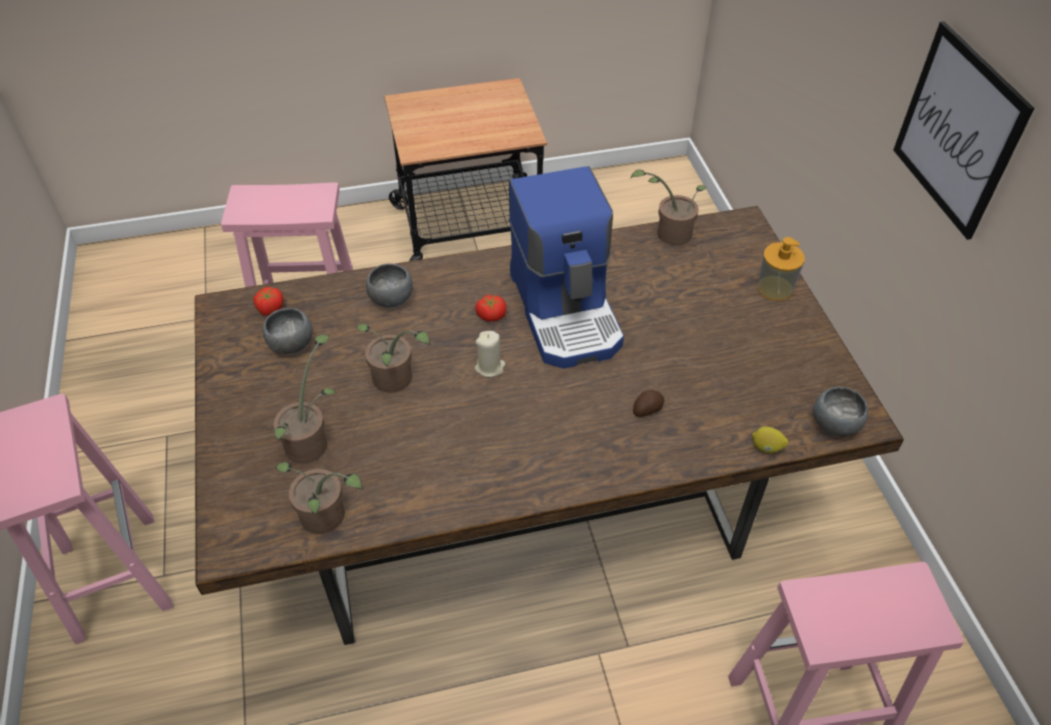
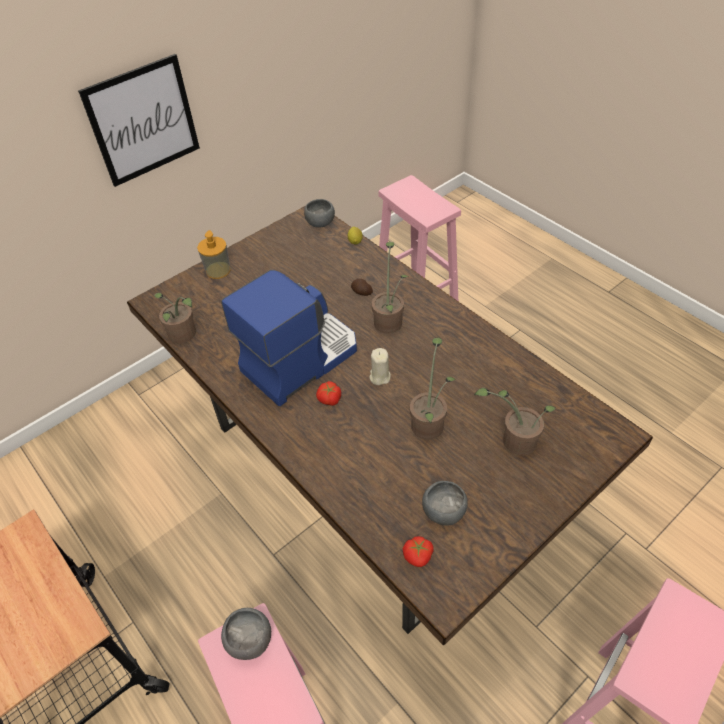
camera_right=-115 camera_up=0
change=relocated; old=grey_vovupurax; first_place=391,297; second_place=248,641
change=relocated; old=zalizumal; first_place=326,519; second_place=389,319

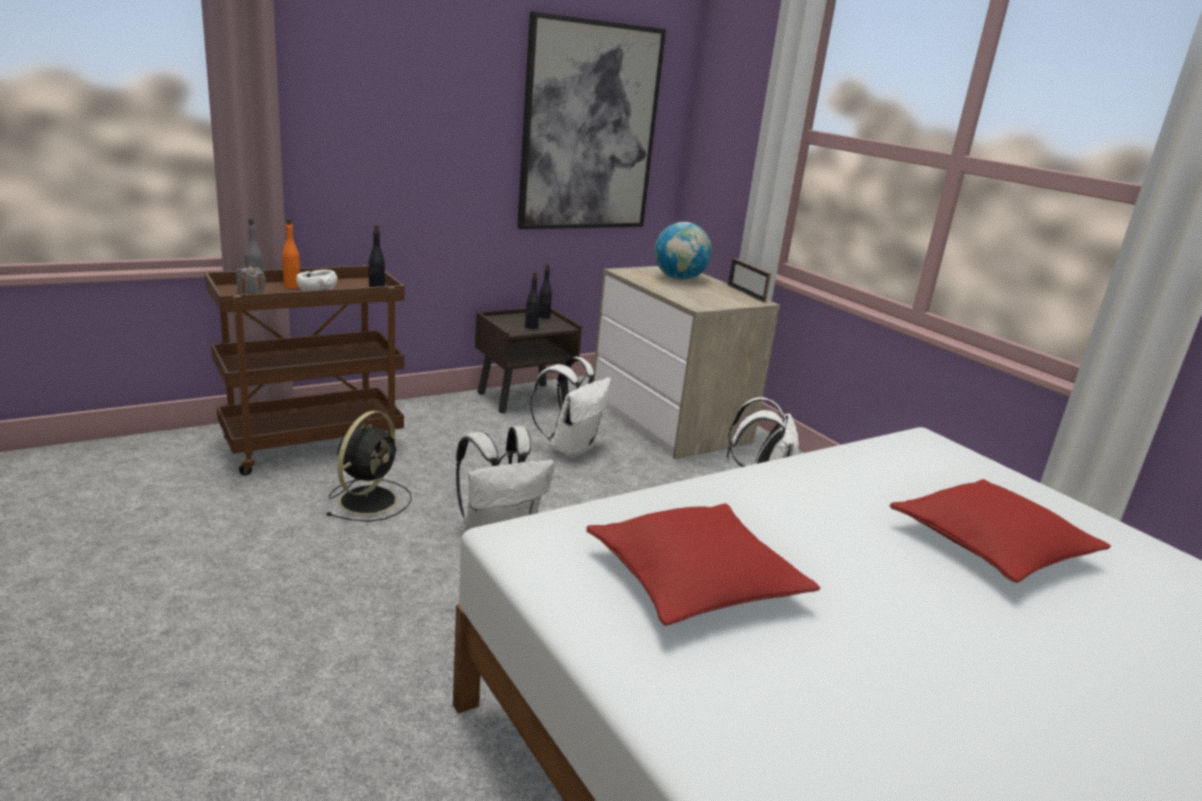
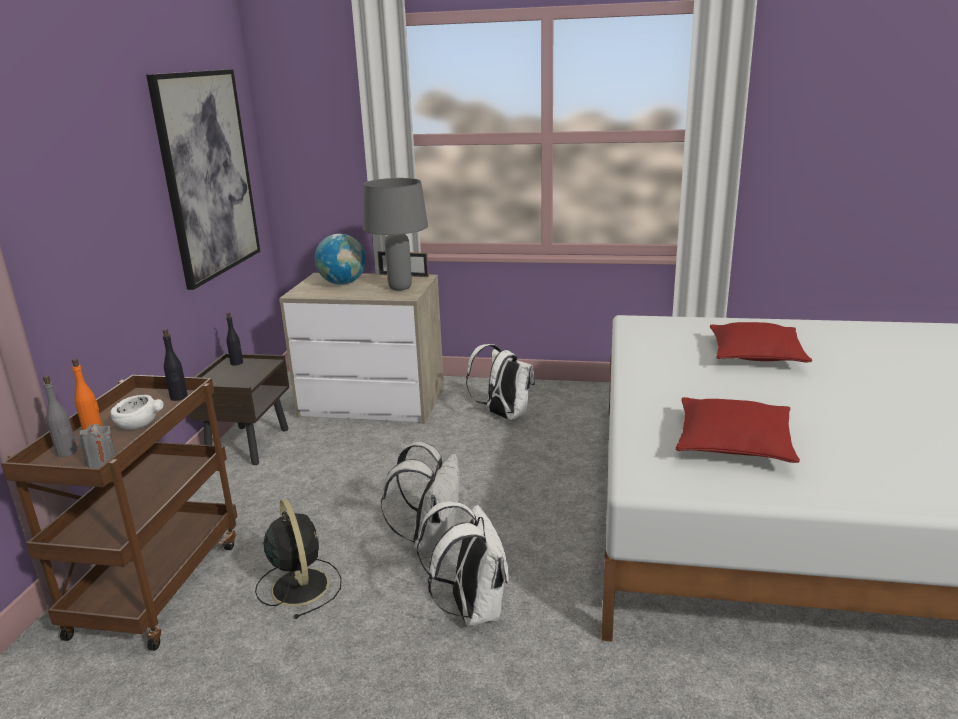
camera_right=-45 camera_up=0
change=missing; old=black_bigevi; first_place=531,327
change=relocated; old=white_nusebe; first_place=570,448; second_place=471,609
change=appeared; new=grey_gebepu; second_place=400,288

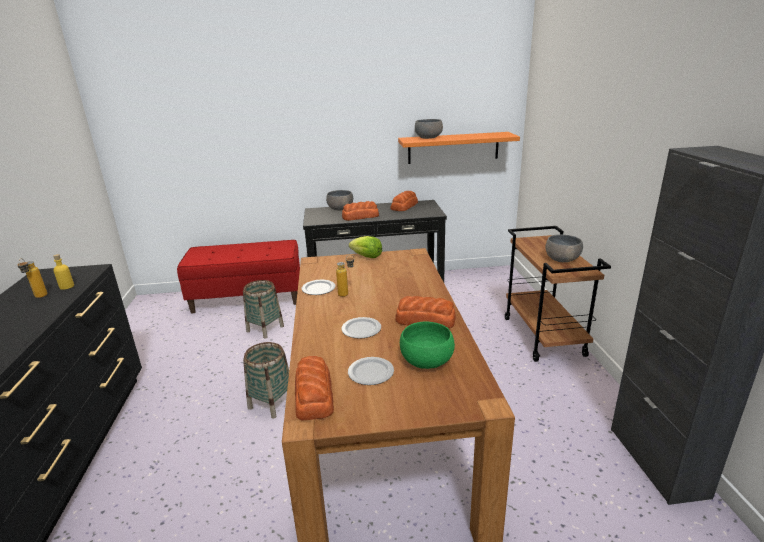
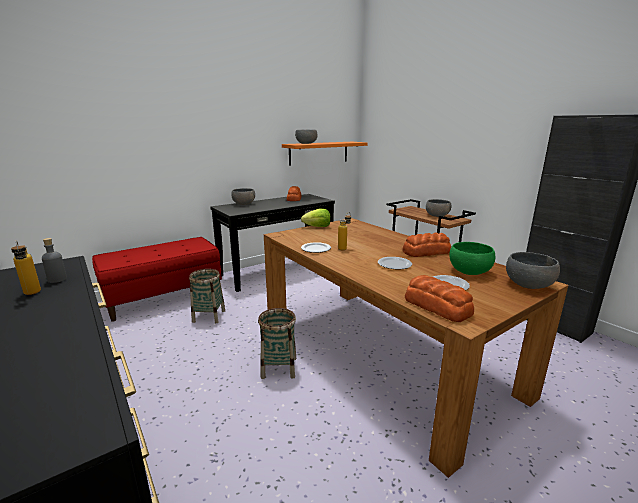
camera_right=-30 camera_up=-5
change=missing; old=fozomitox; first_place=360,216
change=colour; old=yellow_bigevi; new=grey_bigevi; first_place=67,286; second_place=57,279
change=appeared; new=grey_vovupurax; second_place=529,284

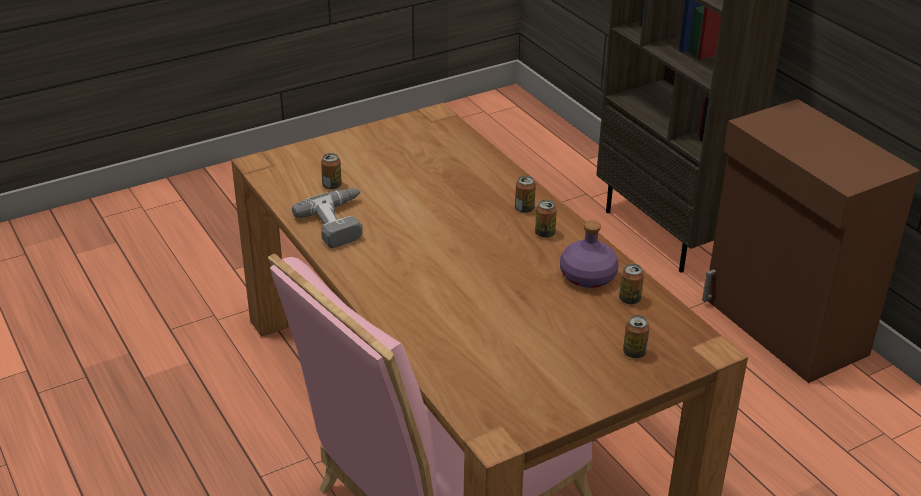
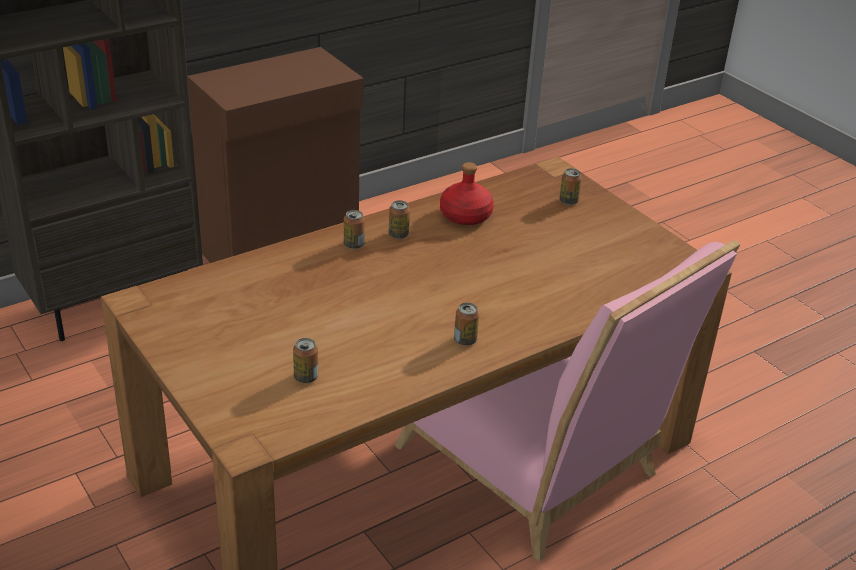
camera_right=-95 camera_up=0
change=missing; old=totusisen; first_place=340,222
change=colour; old=purple_bigevi; new=red_bigevi; first_place=587,276; second_place=466,216
change=relocated; old=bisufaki; first_place=629,299; second_place=465,340

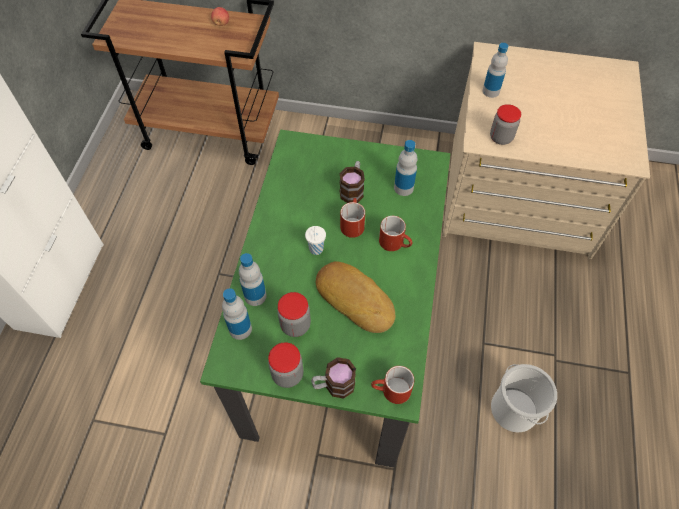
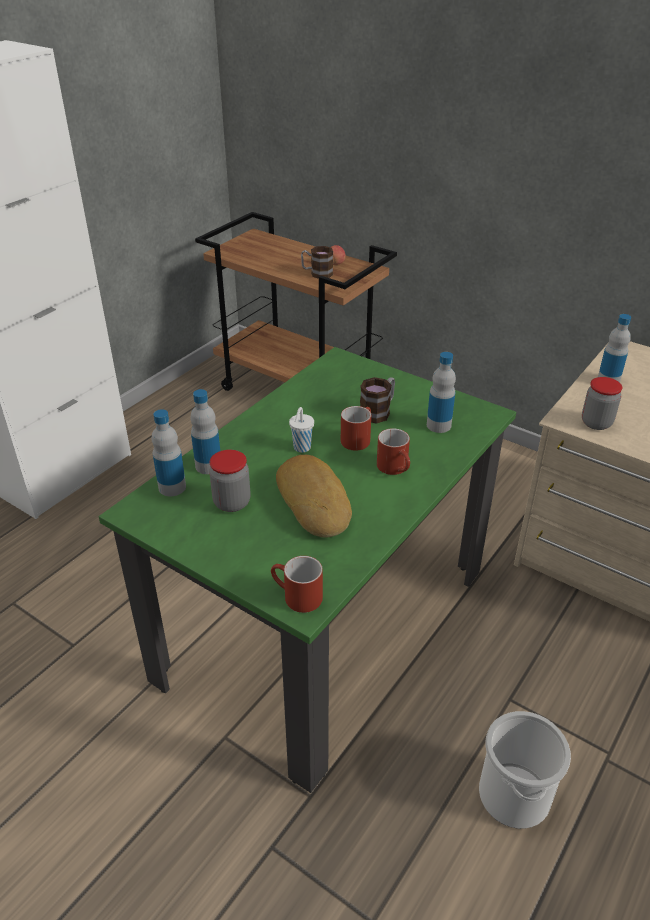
camera_right=25 camera_up=-20
change=missing; old=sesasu; first_place=287,374
change=relocated; old=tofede; first_place=333,385; second_place=317,273

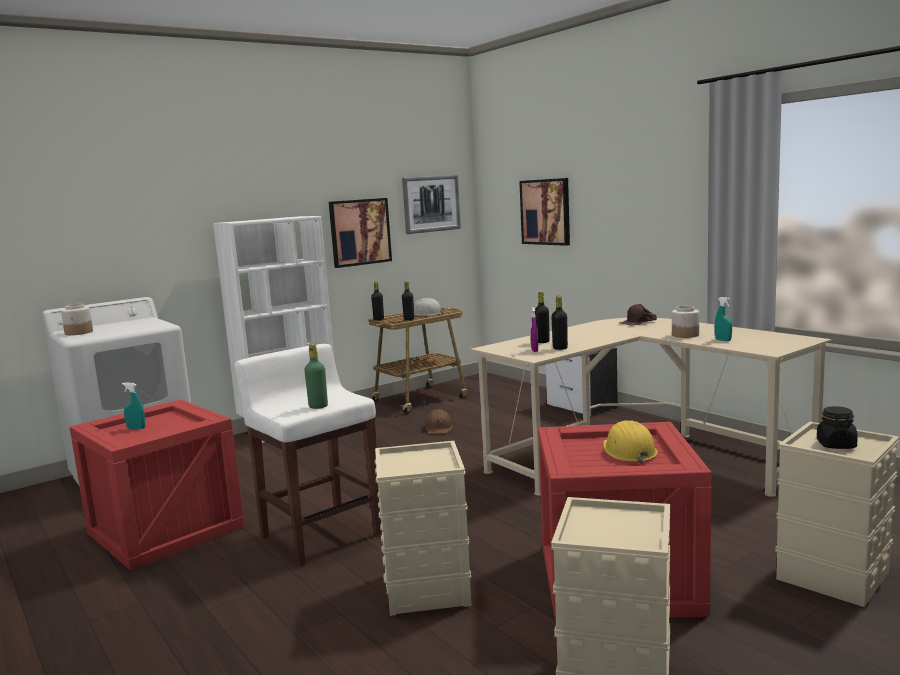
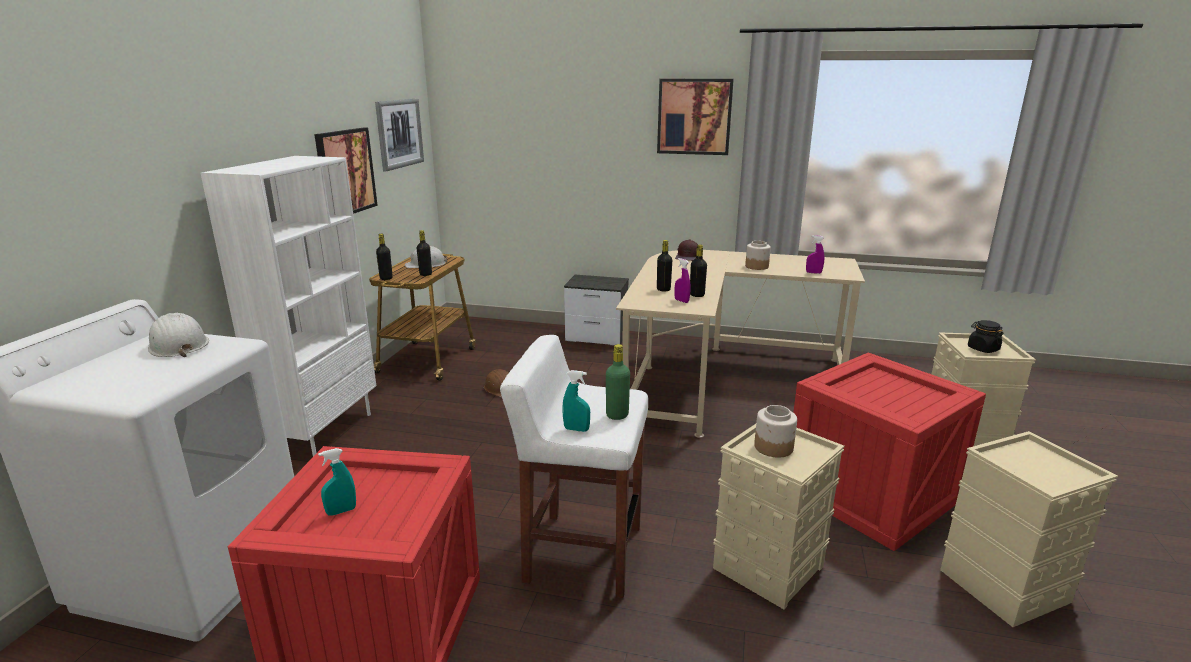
camera_right=-40 camera_up=10
change=relocated; old=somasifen; first_place=545,212; second_place=694,116
change=relocated; old=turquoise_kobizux; first_place=723,340; second_place=576,429
change=relocated; old=sesasu; first_place=79,332; second_place=774,447
change=missing; old=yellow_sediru; first_place=628,451
change=appeared; new=purple_kobizux; second_place=813,273
change=appeared; new=white_sediru; second_place=178,345

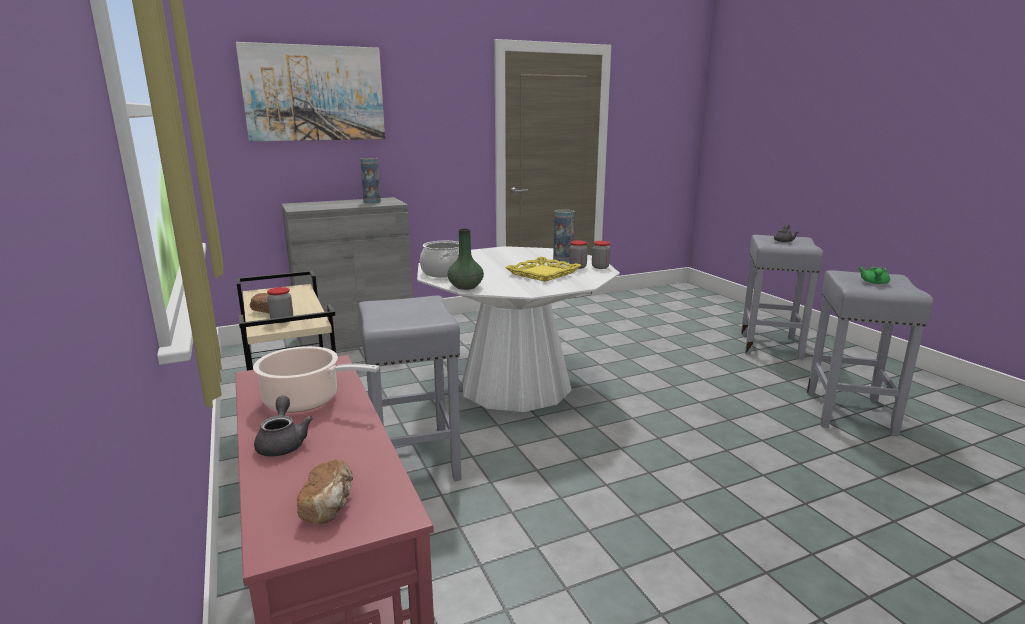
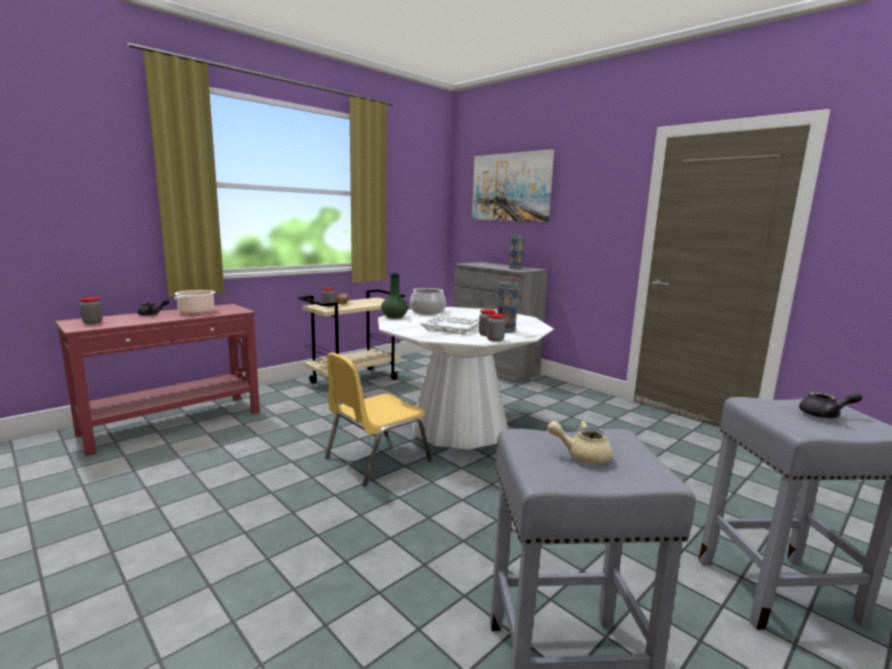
camera_right=70 camera_up=-5
change=colour; old=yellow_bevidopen; new=white_bevidopen; first_place=543,273; second_place=452,328
change=colour; old=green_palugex; new=beige_palugex; first_place=874,283; second_place=581,455
change=missing; old=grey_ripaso; first_place=413,460
change=exchanged; old=fozomitox; new=sesasu; first_place=330,506; second_place=93,322
change=appeared; new=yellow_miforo; second_place=375,459

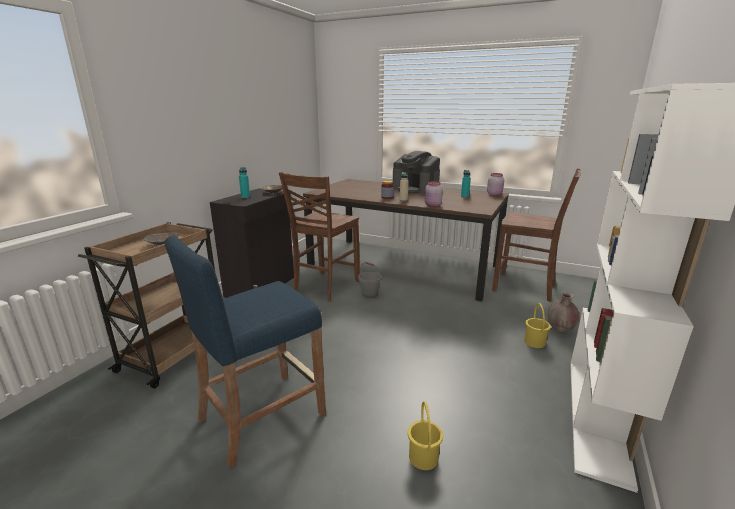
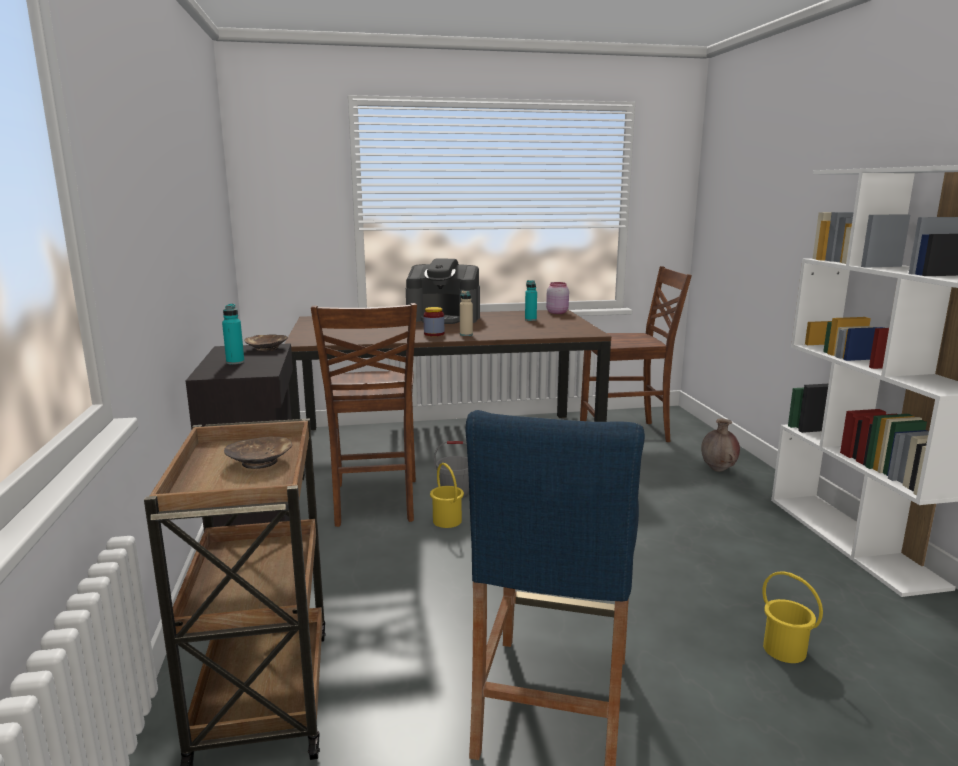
camera_right=-35 camera_up=-5
change=missing; old=pink_sesasu; first_place=432,205
change=relocated; old=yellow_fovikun; first_place=535,342; second_place=447,520

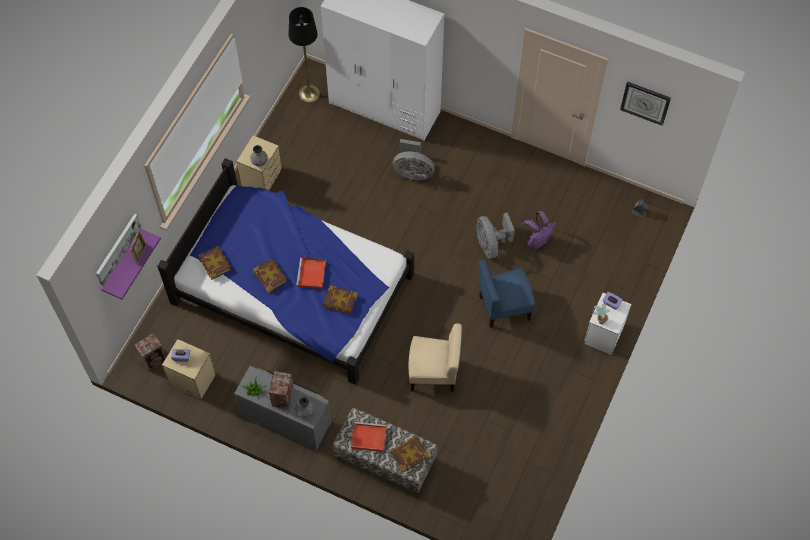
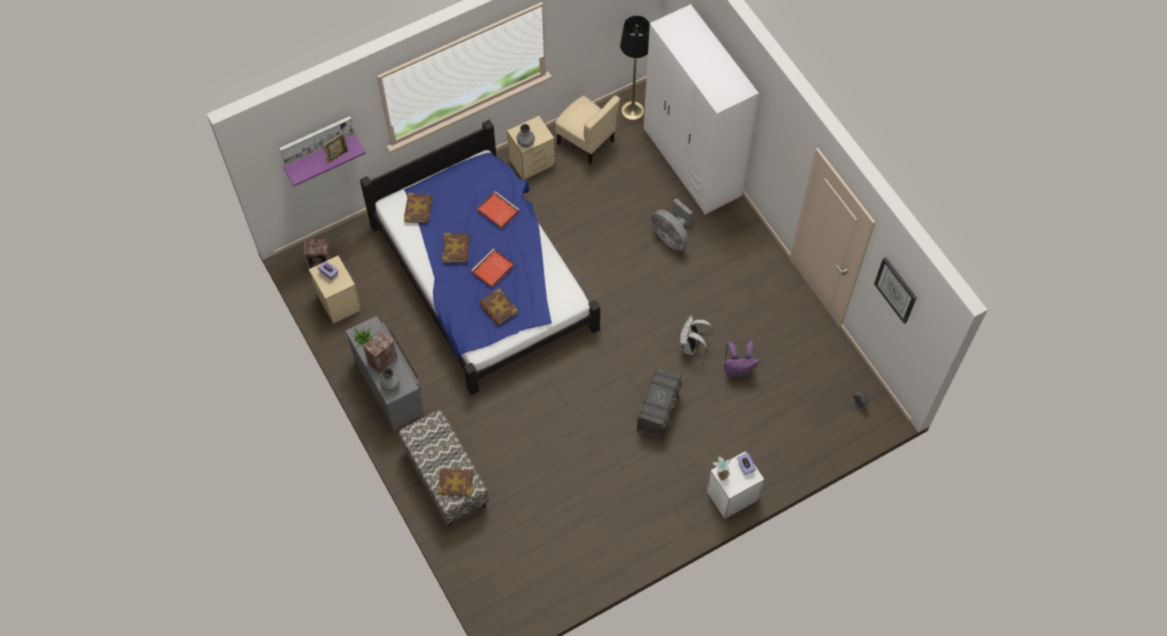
camera_right=35 camera_up=0
change=exchanged; old=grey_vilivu; new=white_nusebe; first_place=491,244; second_place=691,346
change=exchanged; old=blue_miforo; new=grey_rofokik; first_place=504,307; second_place=658,411
change=relocated; old=beige_miforo; first_place=434,373; second_place=586,142
change=relocated; old=red_bevidopen; first_place=367,438; second_place=497,210

